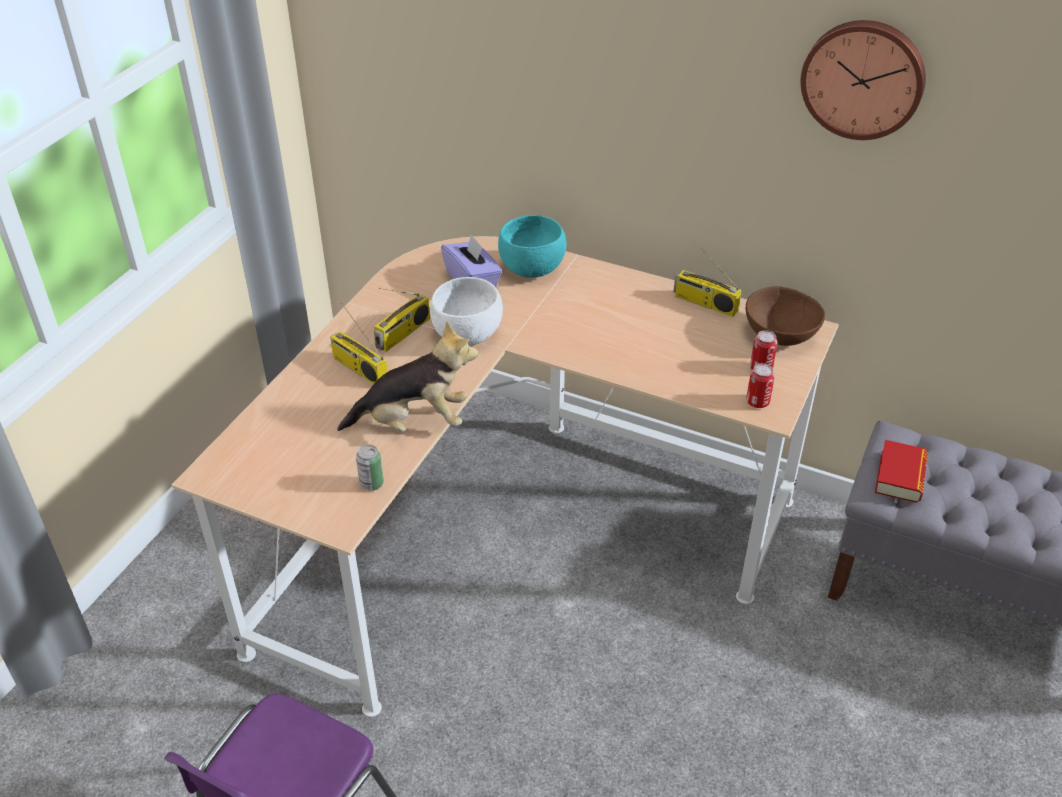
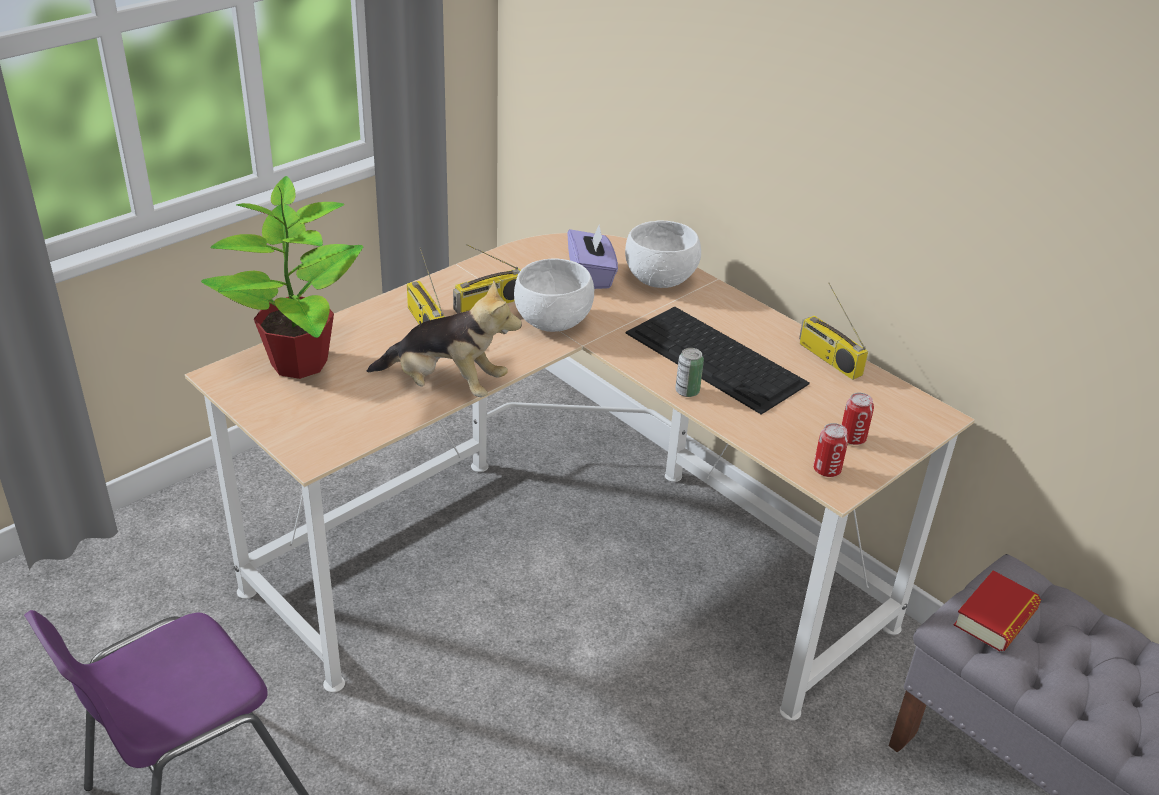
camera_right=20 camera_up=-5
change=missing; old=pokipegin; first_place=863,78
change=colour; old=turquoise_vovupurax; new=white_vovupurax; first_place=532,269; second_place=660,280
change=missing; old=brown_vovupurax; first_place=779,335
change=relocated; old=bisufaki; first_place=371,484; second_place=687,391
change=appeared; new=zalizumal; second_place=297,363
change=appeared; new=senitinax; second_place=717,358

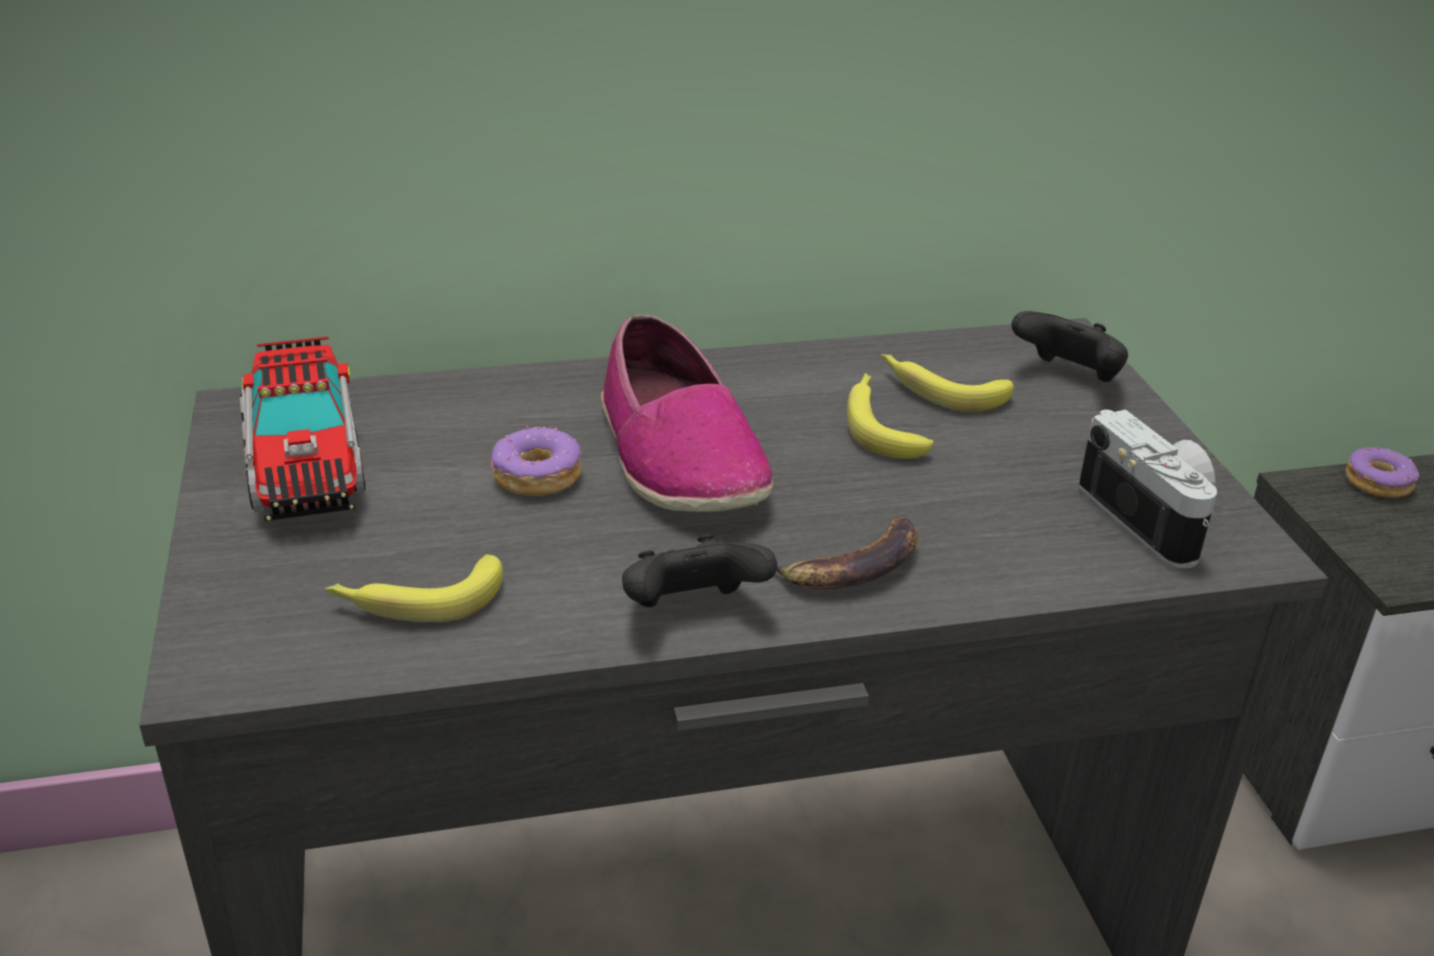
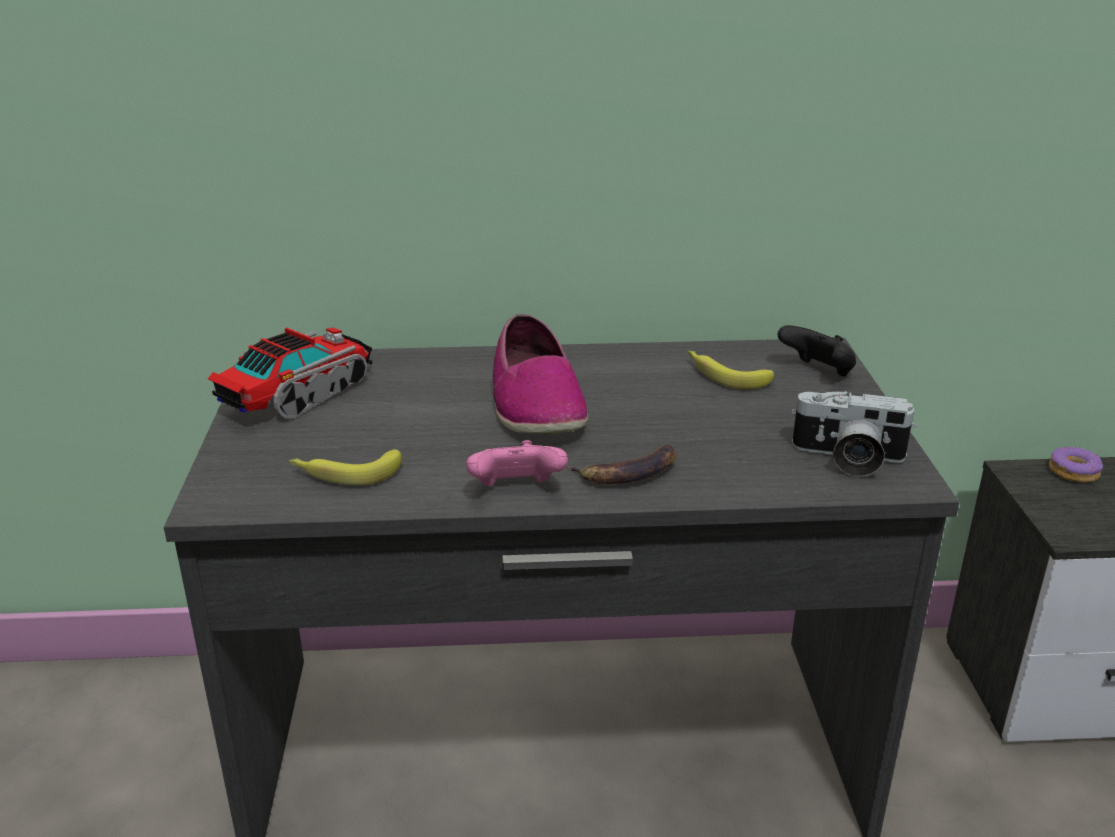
camera_right=10 camera_up=-5
change=spun; old=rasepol; first_place=306,463; second_place=299,395; degrees=-135
change=missing; old=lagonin; first_place=881,425
change=spun; old=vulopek; first_place=1154,518; second_place=847,459; degrees=120
change=missing; old=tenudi; first_place=536,476
change=colour; old=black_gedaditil; new=pink_gedaditil; first_place=692,611; second_place=516,491

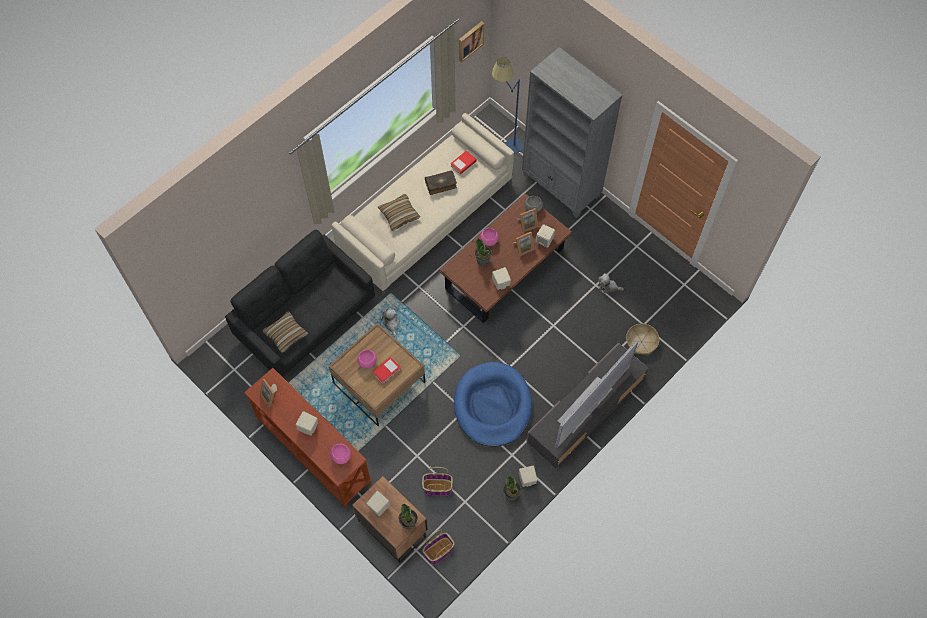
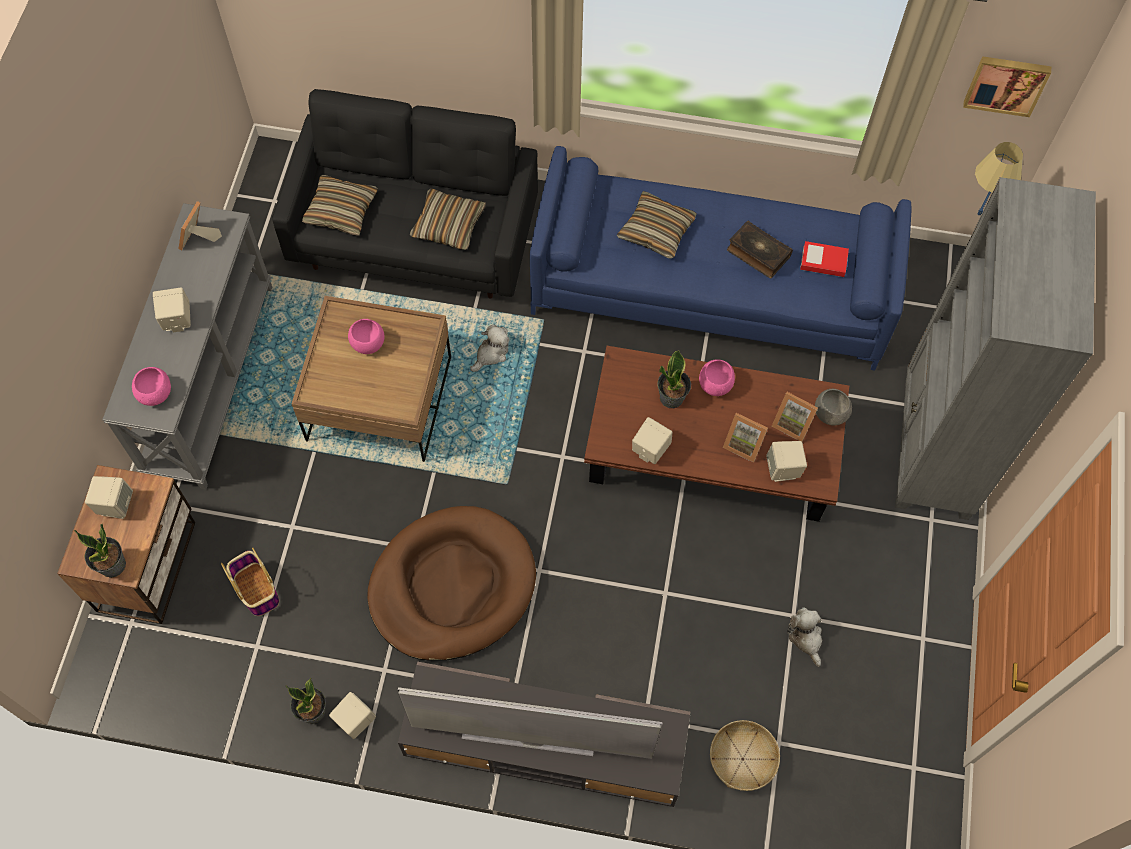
camera_right=55 camera_up=0
change=colour; old=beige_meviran; new=blue_meviran; first_place=426,217; second_place=711,287
change=missing; old=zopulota; first_place=386,371
change=colour; old=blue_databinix; new=brown_databinix; first_place=492,405; second_place=452,586
change=colour; old=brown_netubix; new=grey_netubix; first_place=312,451; second_place=209,378
change=missing; old=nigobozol; first_place=438,551
change=appeared; new=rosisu; second_place=448,225

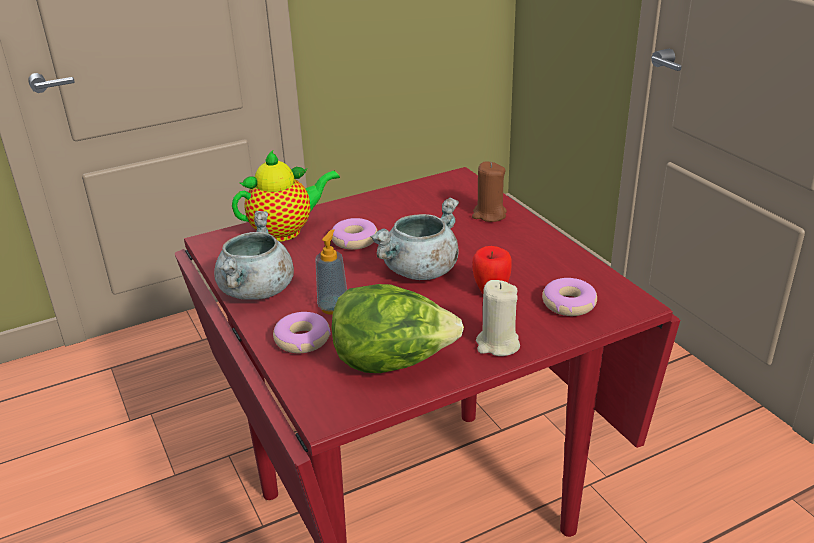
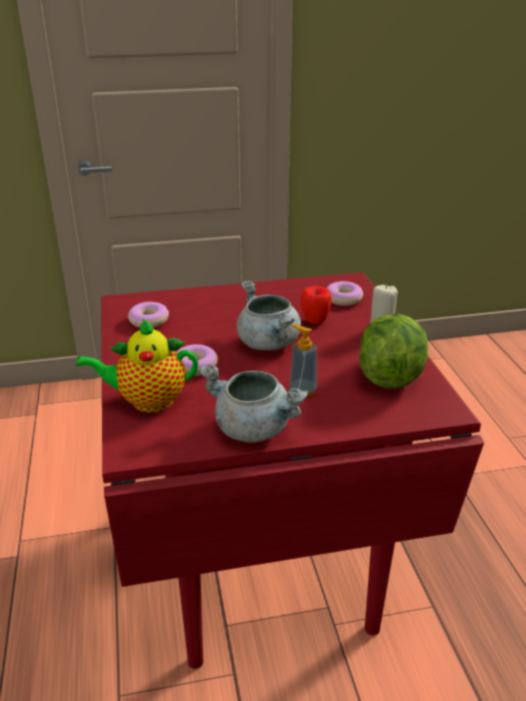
camera_right=-75 camera_up=0
change=spun; old=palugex; first_place=286,231; second_place=147,401; degrees=-90
change=missing; old=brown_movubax; first_place=489,215
change=relocated; old=tenudi; first_place=302,340; second_place=149,320

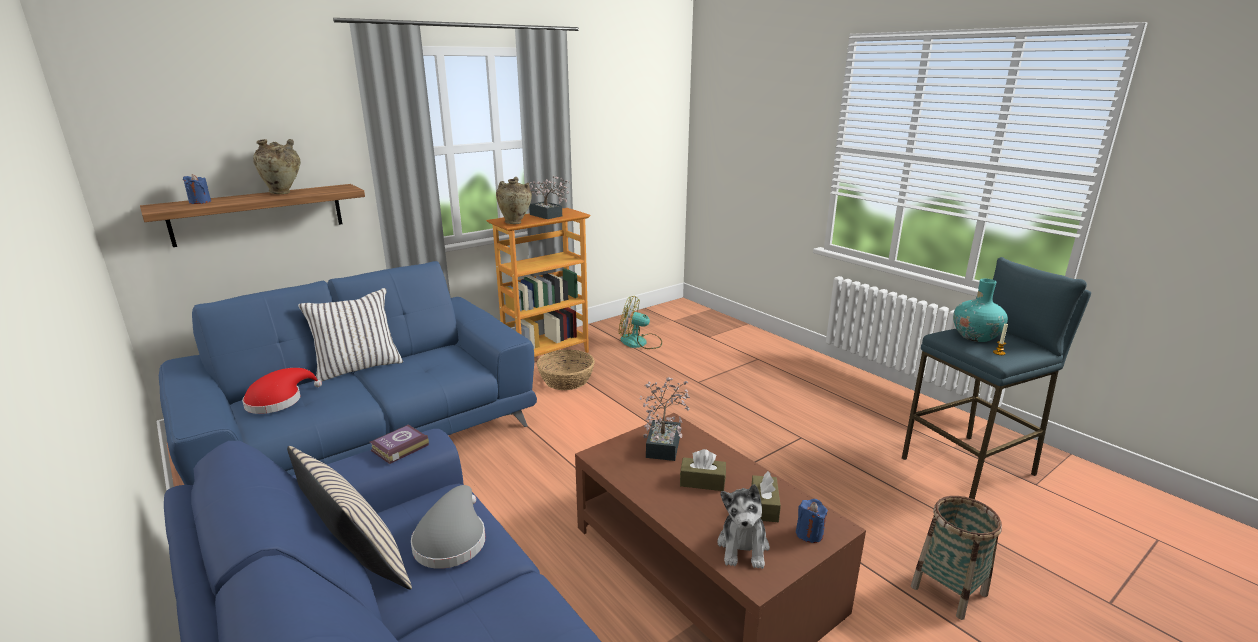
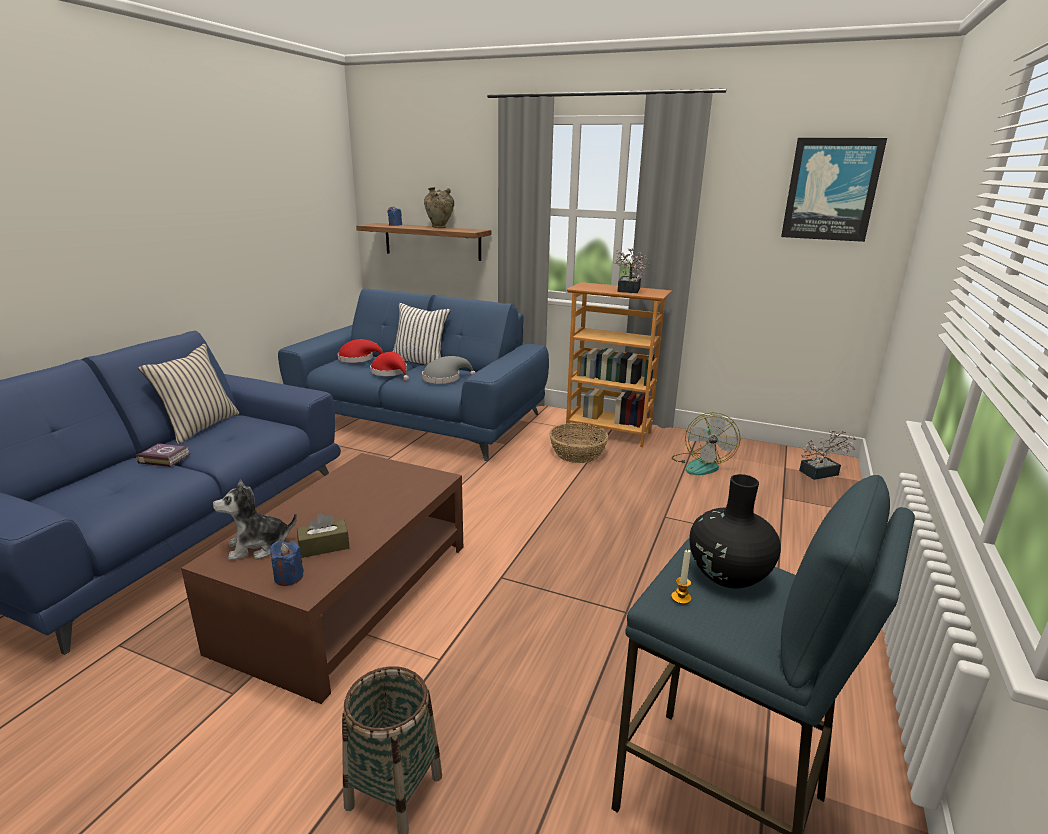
camera_right=60 camera_up=0
change=missing; old=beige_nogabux; first_place=515,223
change=colour; old=turquoise_nogabux; new=black_nogabux; first_place=975,337; second_place=728,574
change=spun; old=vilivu; first_place=640,342; second_place=701,464; degrees=-150
change=relocated; old=zalizumal; first_place=664,443; second_place=822,472
change=relocated; old=zopulota; first_place=398,448; second_place=164,458
change=missing; old=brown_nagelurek; first_place=702,482
change=relocated; old=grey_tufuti; first_place=451,539; second_place=444,378
change=appeared; new=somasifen; second_place=831,189
change=appeared; new=red_tufuti; second_place=391,373

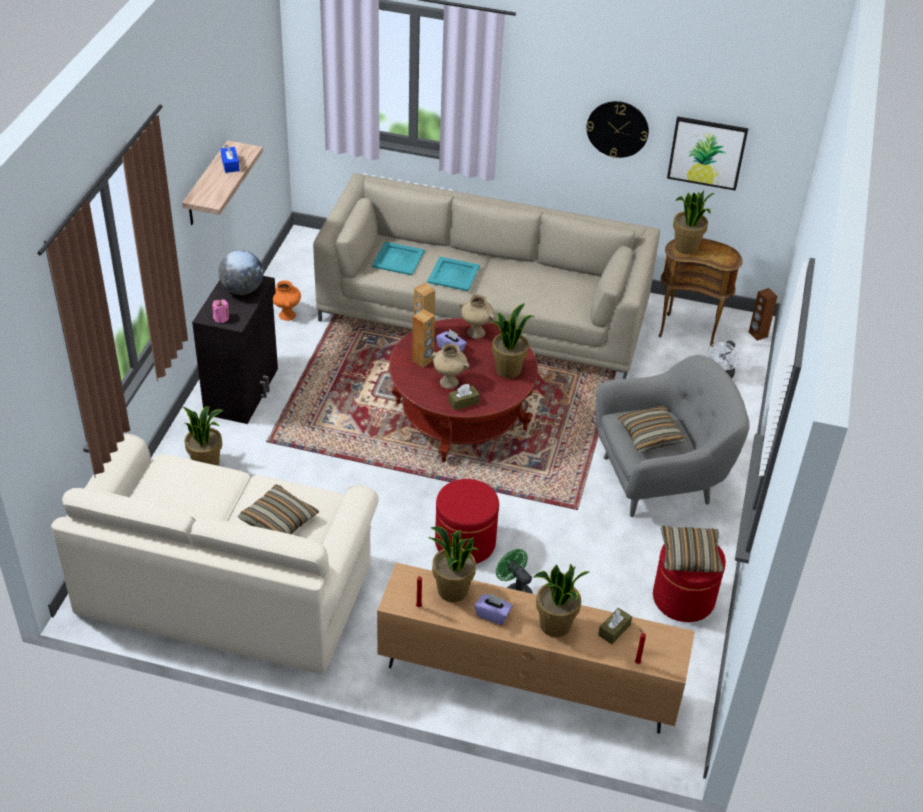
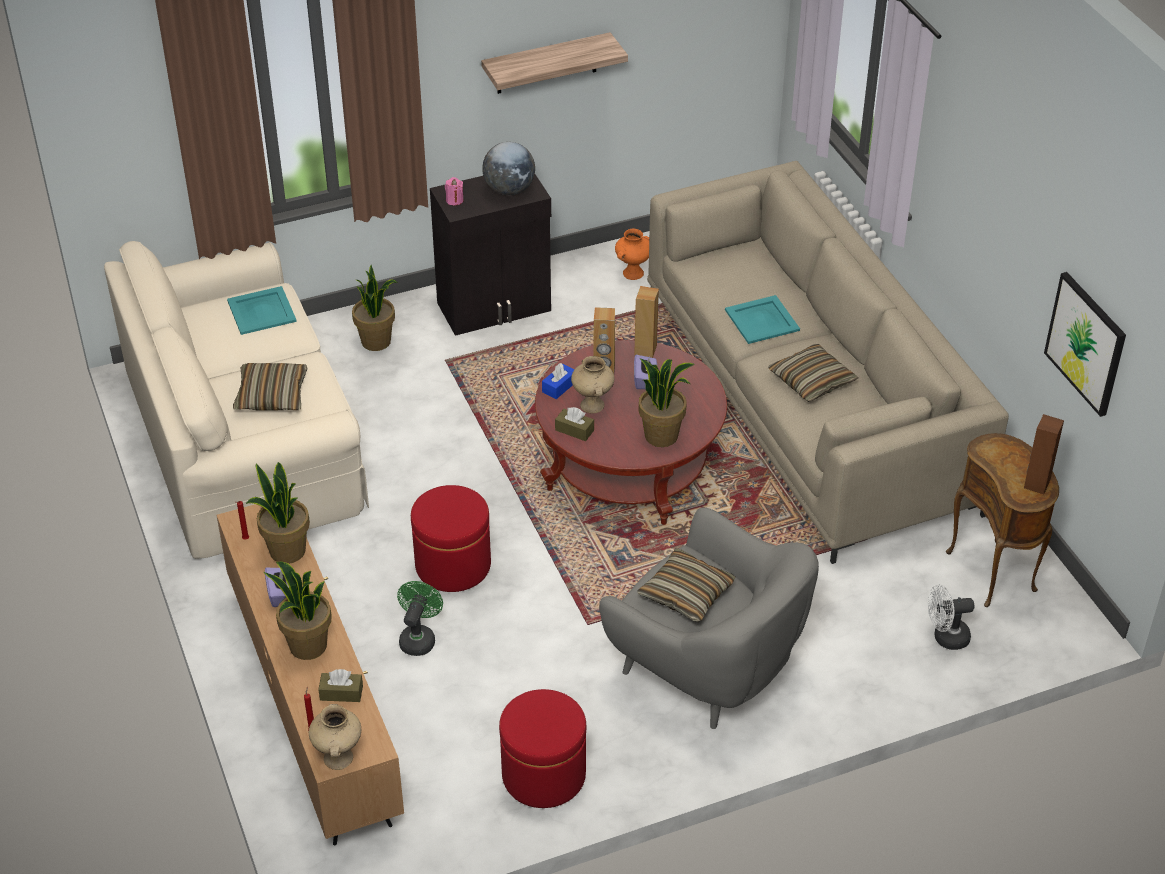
camera_right=55 camera_up=0
change=missing; old=pokipegin; first_place=617,129
change=relocated; old=blue_nagelurek; first_place=230,164; second_place=559,387
change=missing; old=zalizumal; first_place=686,247
change=relocated; old=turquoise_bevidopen; first_place=397,259; second_place=261,311
change=relocated; old=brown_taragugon; first_place=757,334; second_place=1036,484
change=relocated; old=beige_nogabux; first_place=476,332; second_place=339,758
change=relocated; old=rosisu; first_place=690,555; second_place=811,381

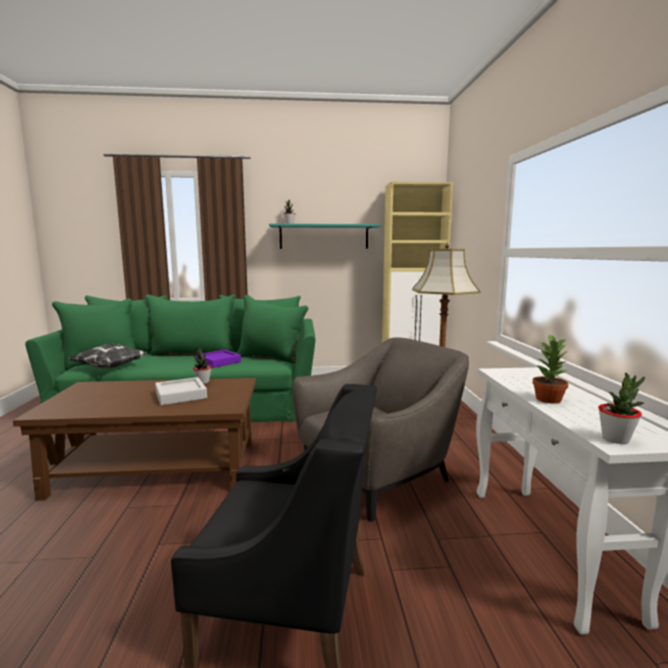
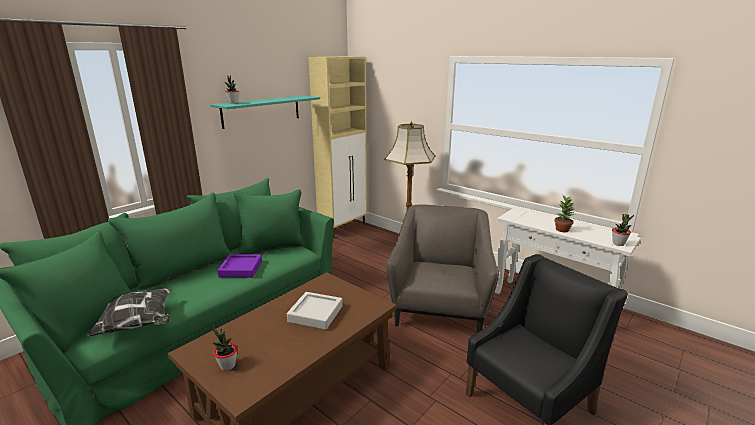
camera_right=-45 camera_up=10
change=relocated; old=zalizumal; first_place=203,382; second_place=227,366

